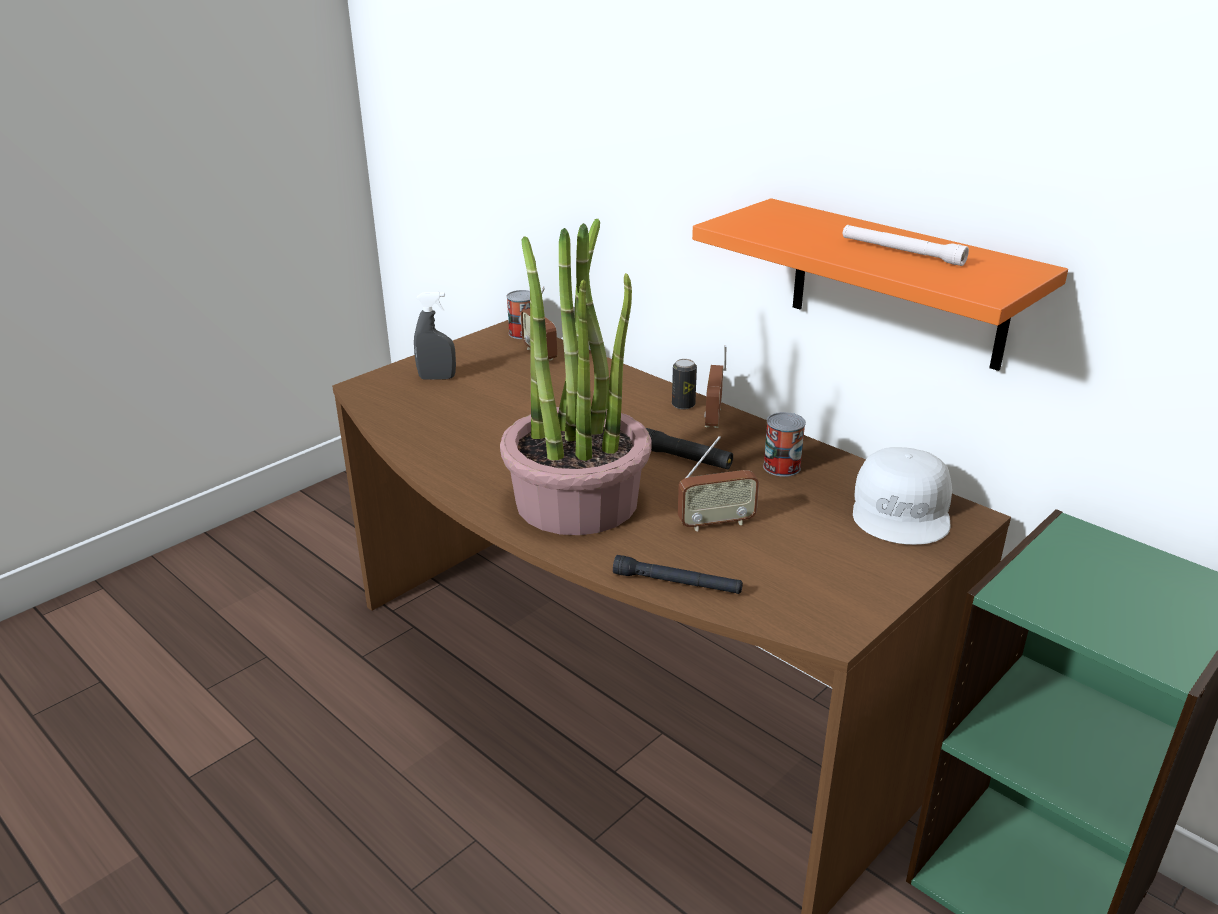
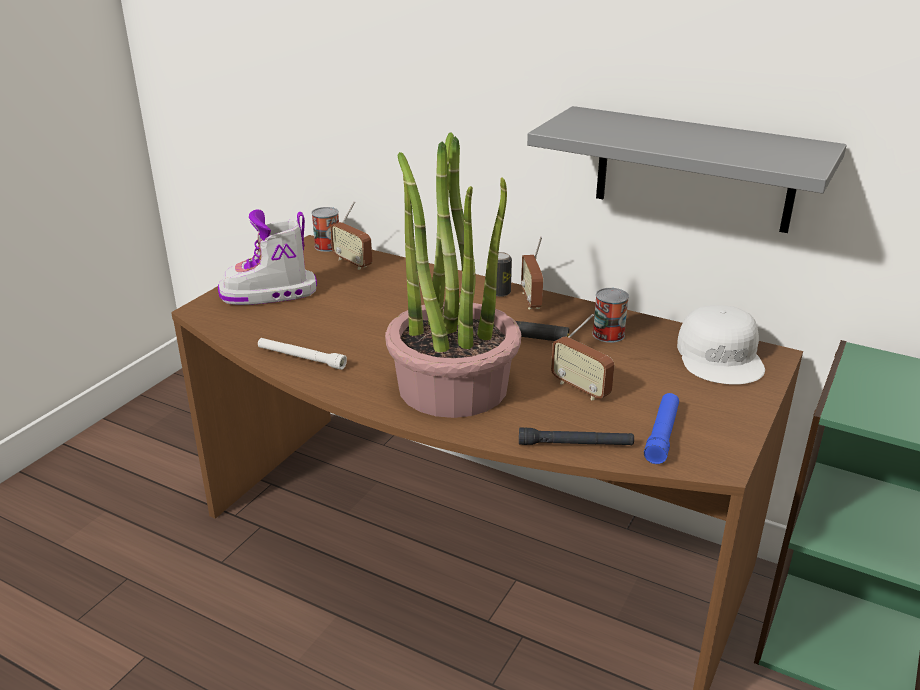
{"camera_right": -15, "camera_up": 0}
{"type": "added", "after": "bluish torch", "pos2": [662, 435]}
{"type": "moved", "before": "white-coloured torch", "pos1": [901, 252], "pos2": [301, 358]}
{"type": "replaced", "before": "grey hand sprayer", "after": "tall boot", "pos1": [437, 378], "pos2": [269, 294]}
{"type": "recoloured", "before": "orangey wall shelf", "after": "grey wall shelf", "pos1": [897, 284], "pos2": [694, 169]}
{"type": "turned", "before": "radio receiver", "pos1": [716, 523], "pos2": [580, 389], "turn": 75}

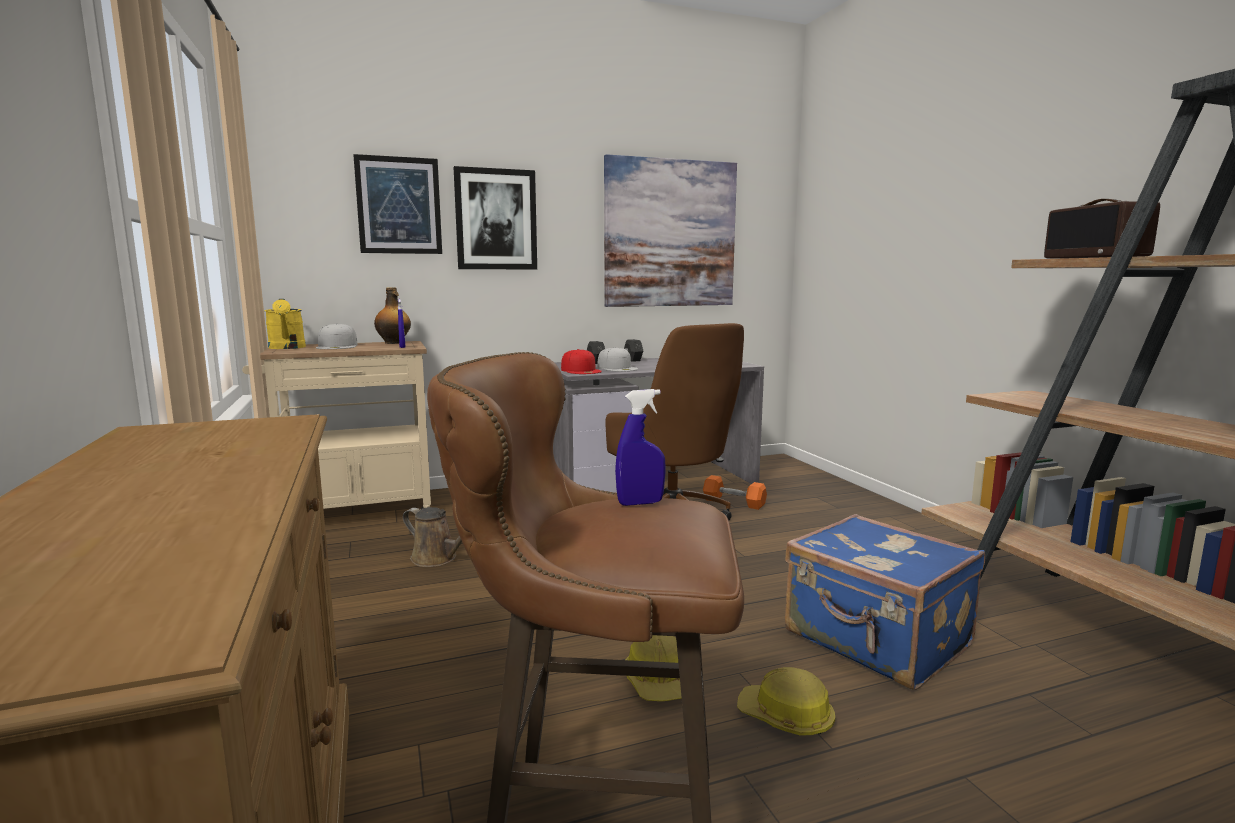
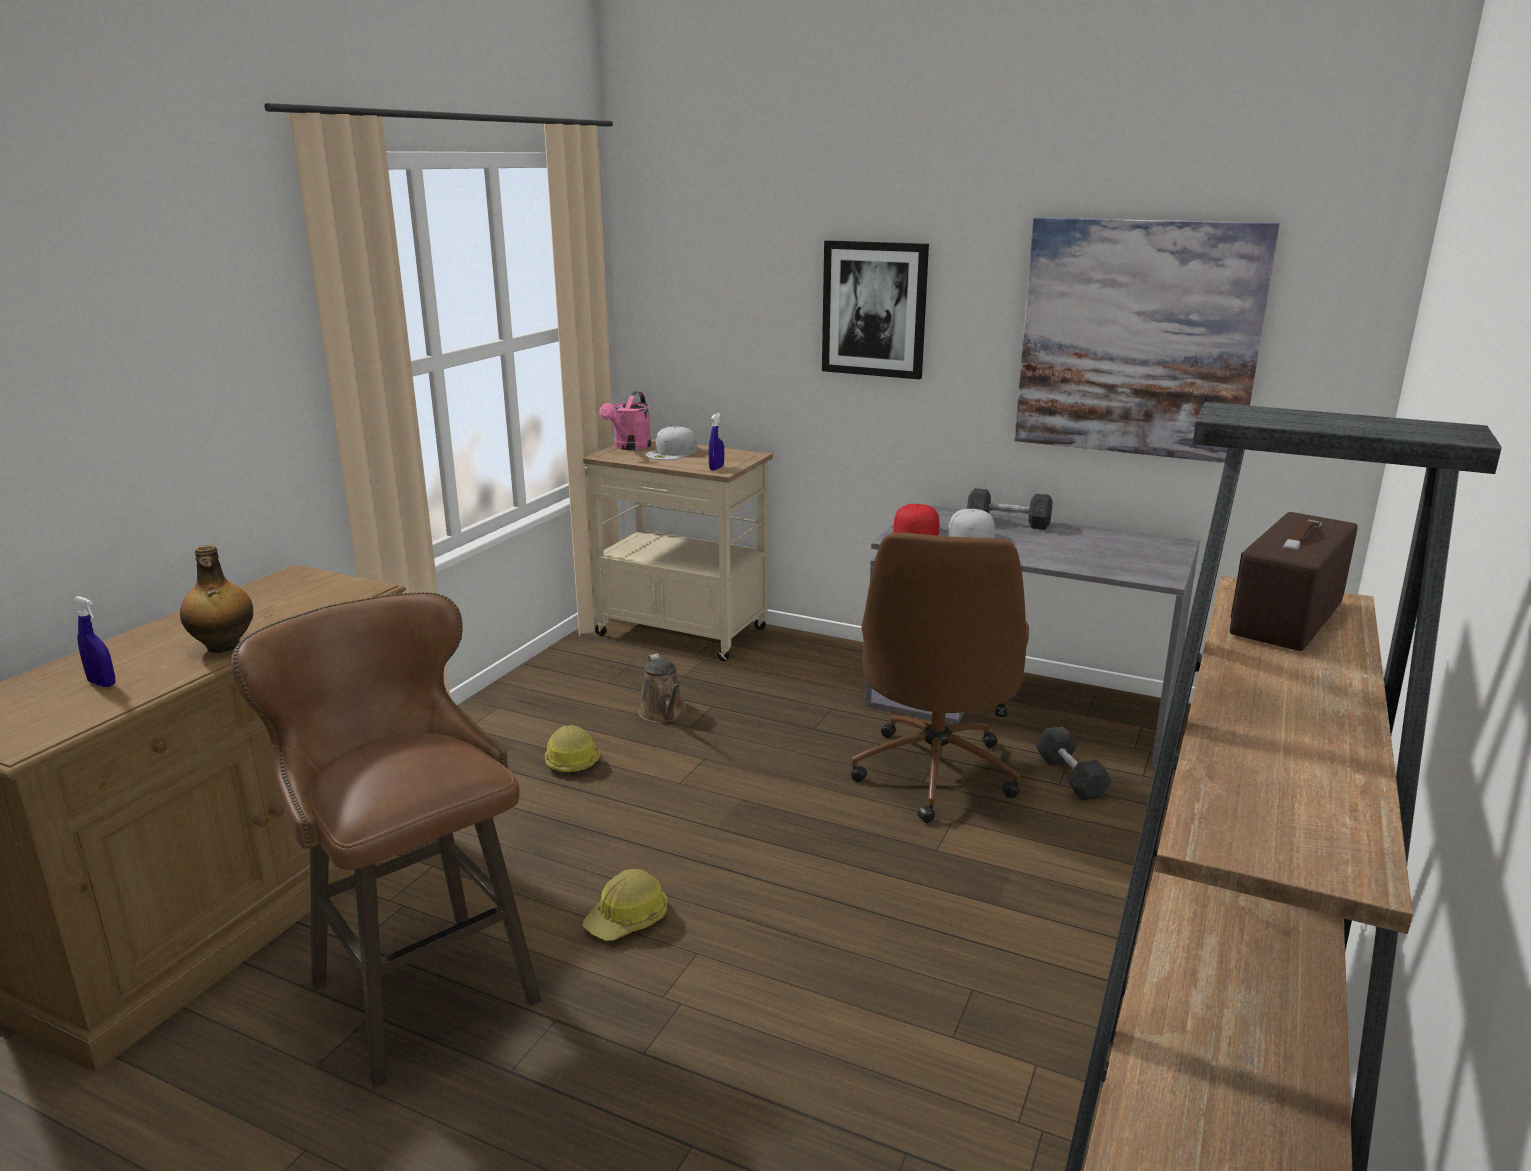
{"camera_right": 45, "camera_up": 10}
{"type": "removed", "before": "wall picture", "pos1": [399, 206]}
{"type": "removed", "before": "bluish travel case", "pos1": [876, 641]}
{"type": "moved", "before": "drink bottle", "pos1": [393, 343], "pos2": [223, 646]}
{"type": "moved", "before": "bluish hand sprayer", "pos1": [640, 503], "pos2": [102, 683]}
{"type": "moved", "before": "work helmet", "pos1": [786, 717], "pos2": [570, 760]}
{"type": "recoloured", "before": "yellow watering pot", "after": "pink watering pot", "pos1": [287, 348], "pos2": [629, 447]}
{"type": "recoloured", "before": "orangey dumbbell", "after": "grey dumbbell", "pos1": [734, 502], "pos2": [1070, 777]}

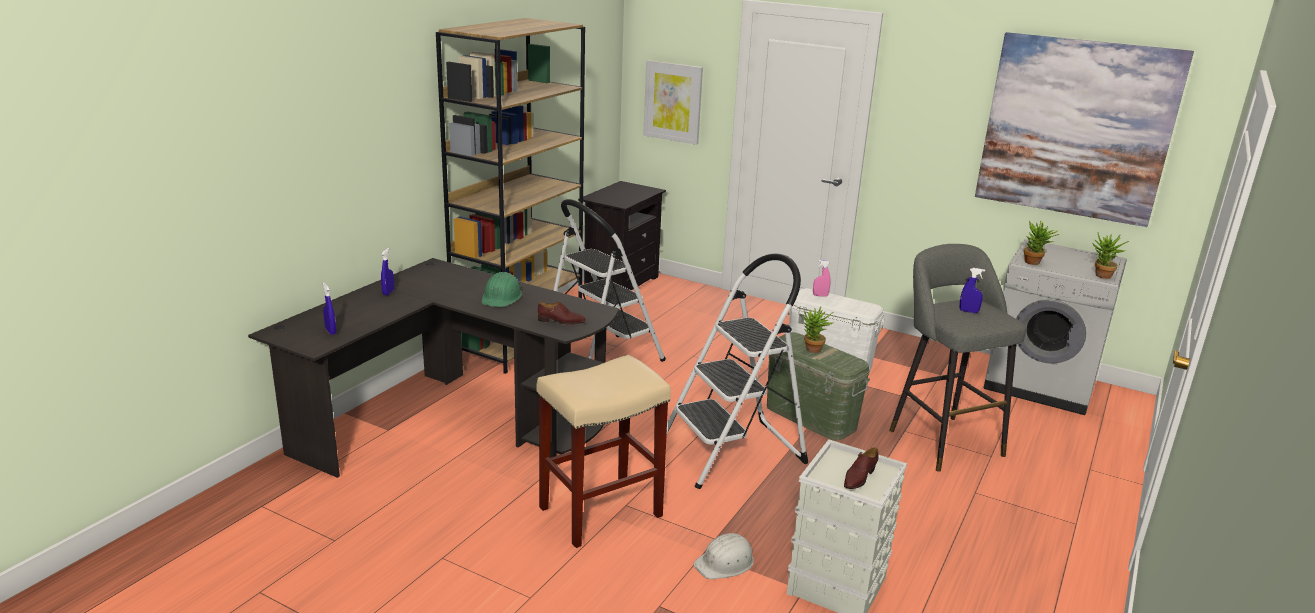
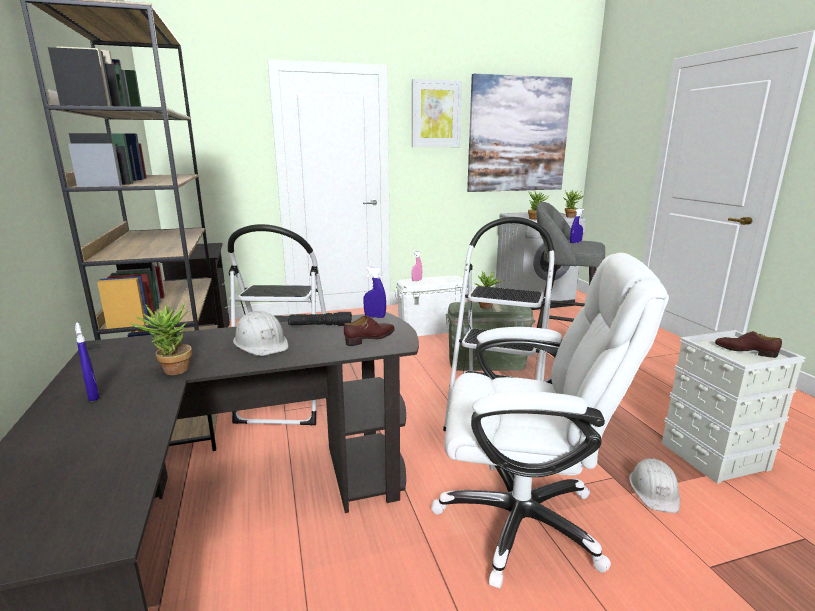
{"camera_right": -45, "camera_up": -5}
{"type": "added", "after": "plant in a pot", "pos2": [171, 372]}
{"type": "added", "after": "black-coloured torch", "pos2": [320, 325]}
{"type": "moved", "before": "bluish hand sprayer", "pos1": [330, 331], "pos2": [375, 317]}
{"type": "moved", "before": "wall picture", "pos1": [673, 102], "pos2": [436, 114]}
{"type": "replaced", "before": "beige stool", "after": "white-coloured desk chair", "pos1": [599, 513], "pos2": [520, 520]}
{"type": "recoloured", "before": "green work helmet", "after": "white-coloured work helmet", "pos1": [502, 297], "pos2": [262, 343]}
{"type": "turned", "before": "brown-coloured item of footwear", "pos1": [859, 477], "pos2": [745, 351], "turn": 135}

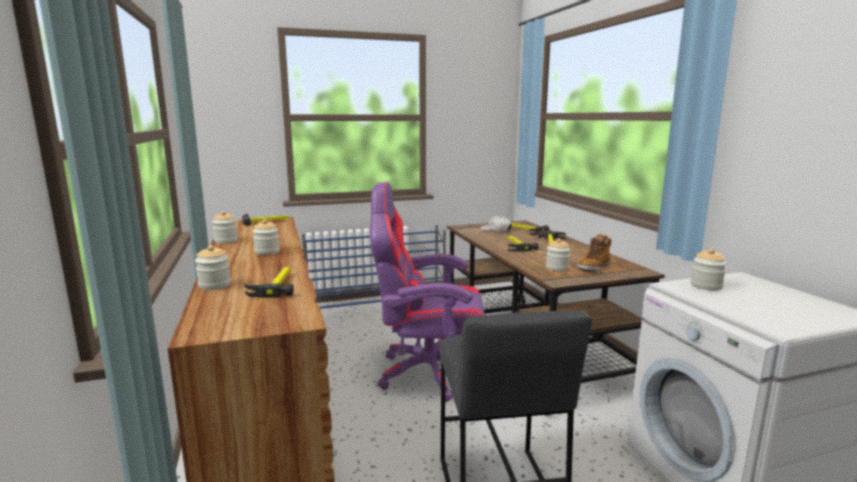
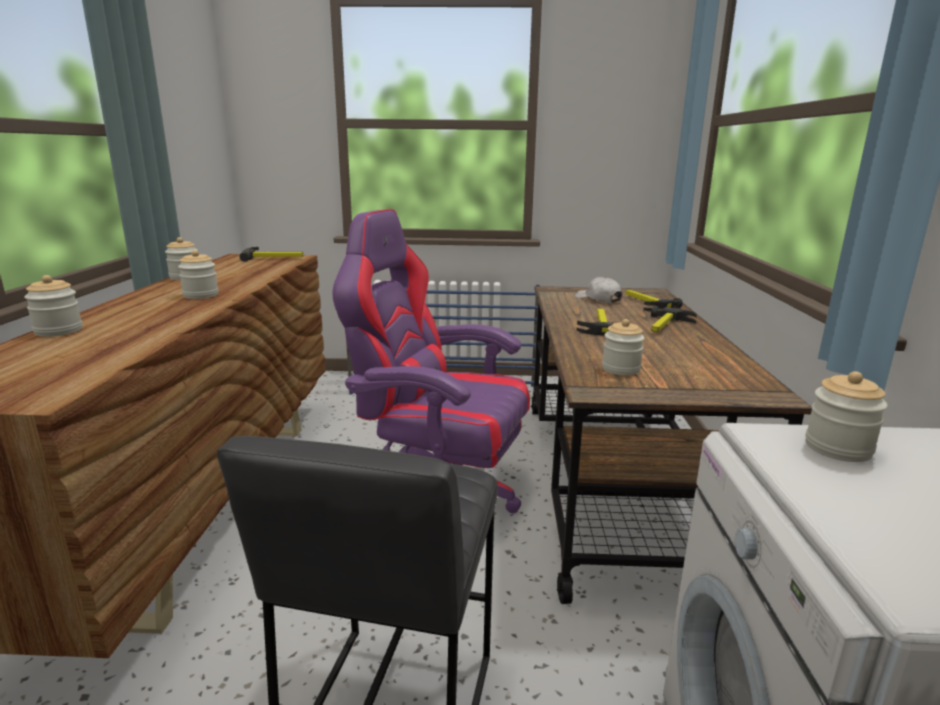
{"camera_right": 20, "camera_up": 5}
{"type": "removed", "before": "hand hammer", "pos1": [275, 285]}
{"type": "removed", "before": "tall boot", "pos1": [594, 268]}

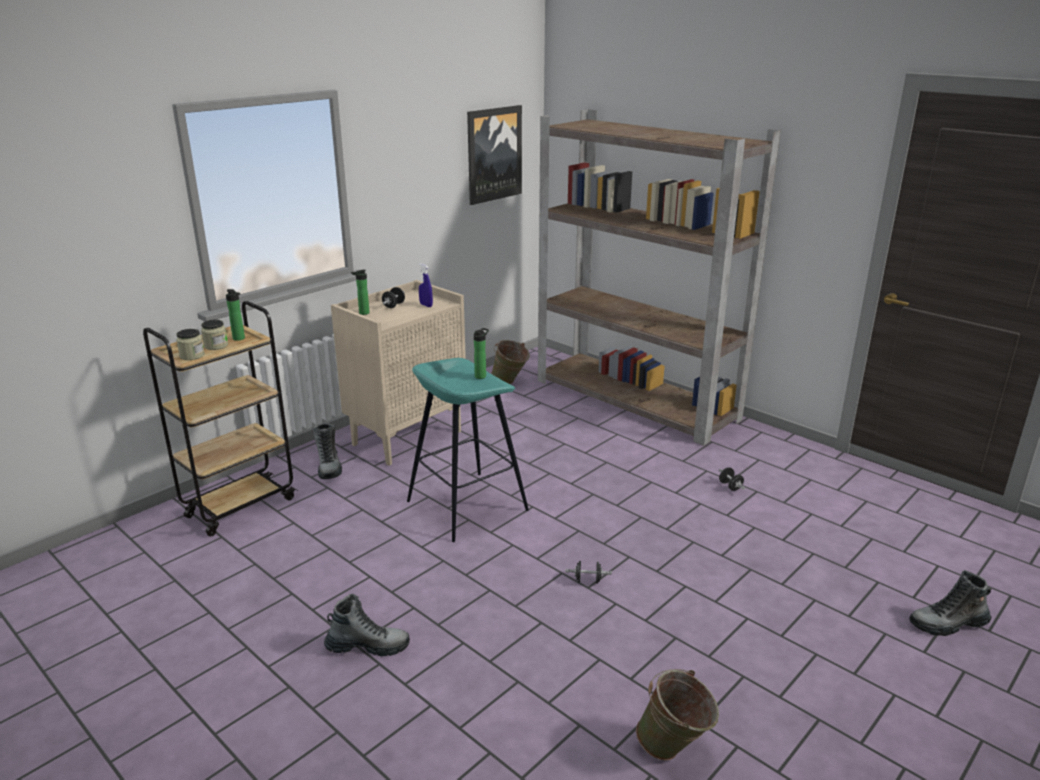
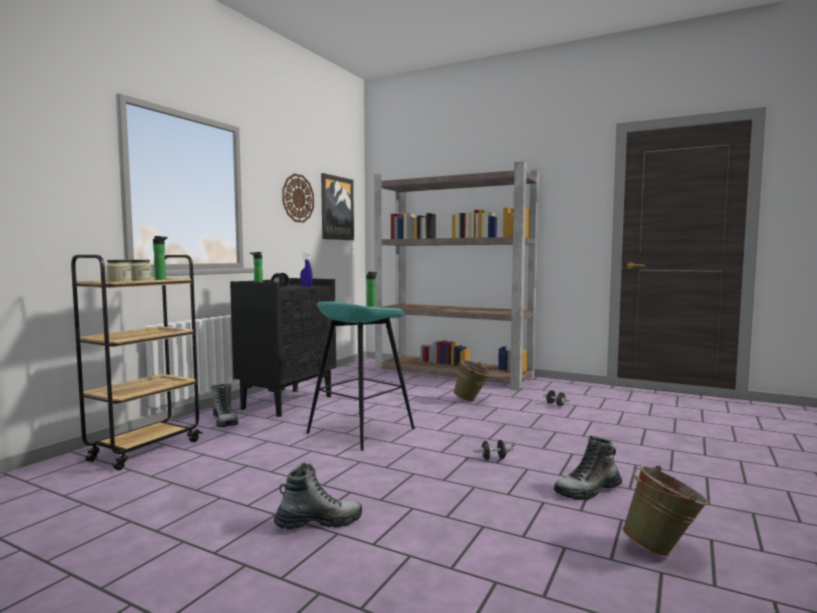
{"camera_right": -15, "camera_up": -20}
{"type": "added", "after": "clock on the wall", "pos2": [298, 198]}
{"type": "moved", "before": "green bucket", "pos1": [510, 383], "pos2": [472, 400]}
{"type": "moved", "before": "tall boot", "pos1": [948, 624], "pos2": [588, 491]}
{"type": "recoloured", "before": "beige cabinet", "after": "black-coloured cabinet", "pos1": [408, 437], "pos2": [288, 402]}

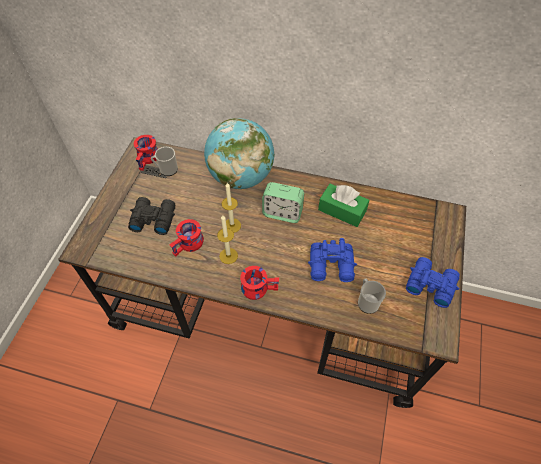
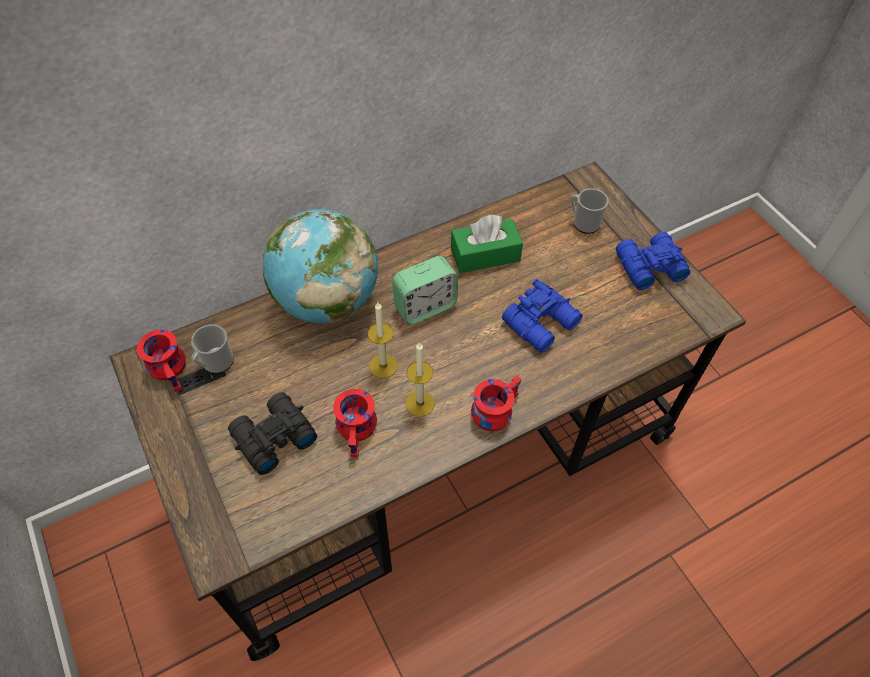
{"camera_right": -45, "camera_up": 0}
{"type": "moved", "before": "coffee mug", "pos1": [367, 301], "pos2": [583, 222]}

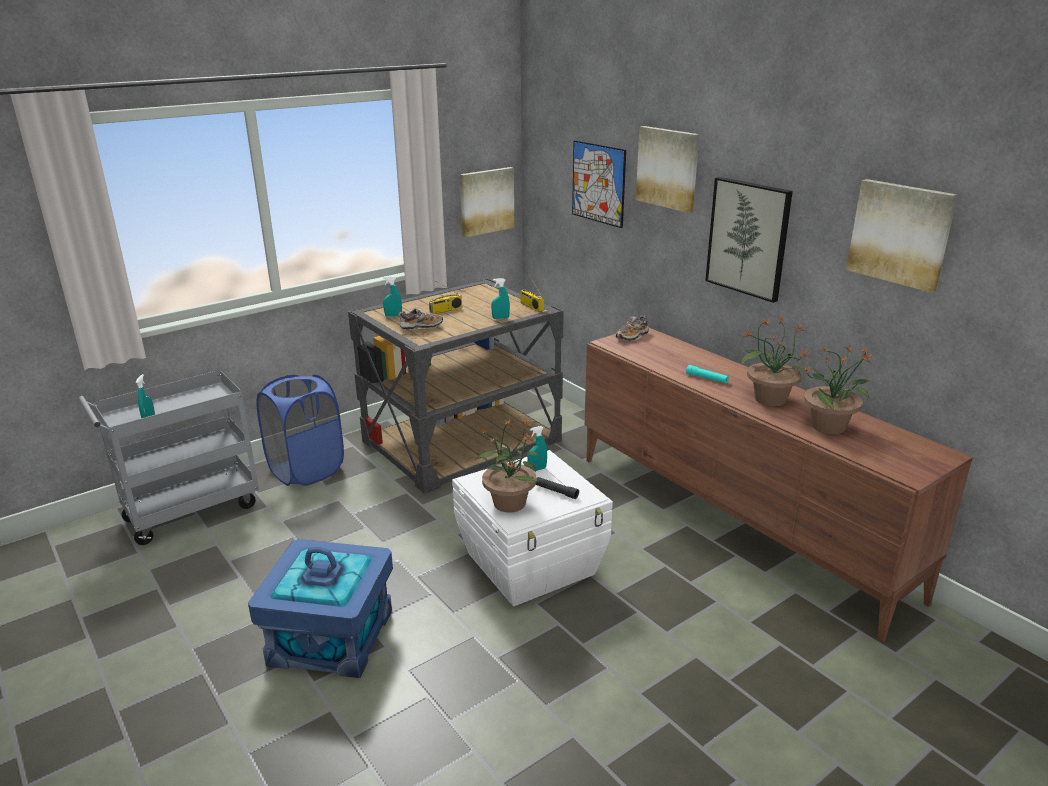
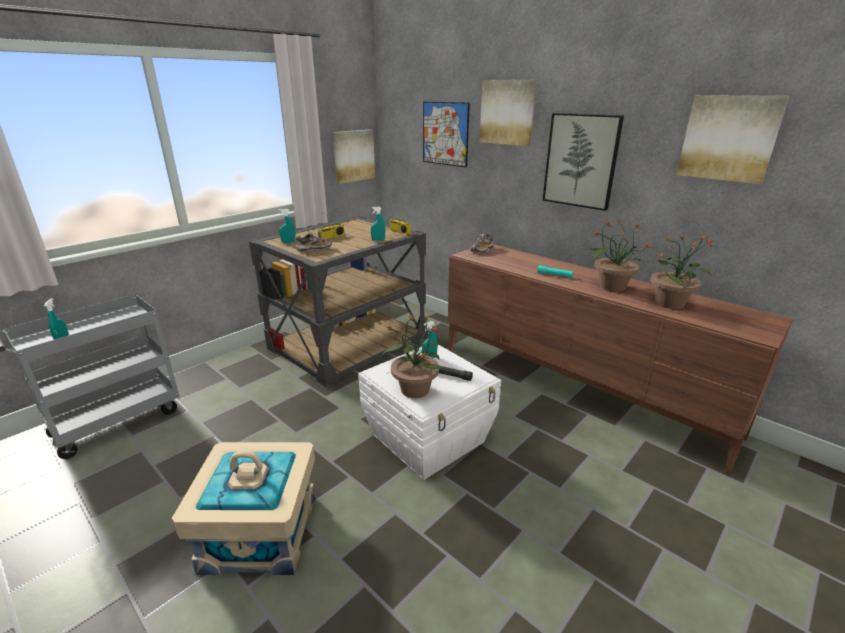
{"camera_right": -10, "camera_up": 0}
{"type": "removed", "before": "bluish laundry basket", "pos1": [306, 470]}
{"type": "recoloured", "before": "bluish storage bin", "after": "beige storage bin", "pos1": [332, 636], "pos2": [261, 532]}

